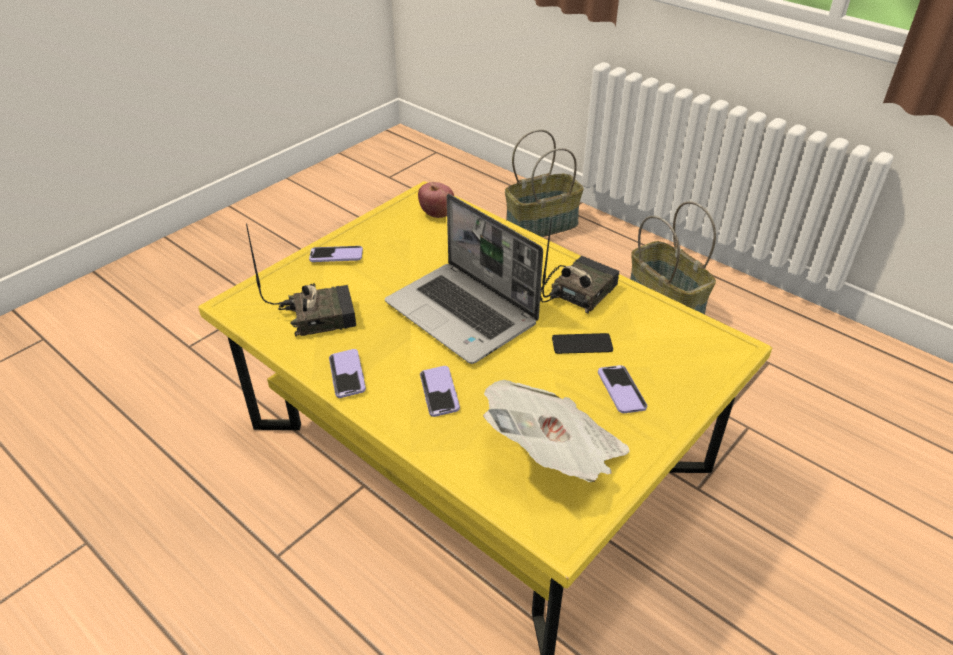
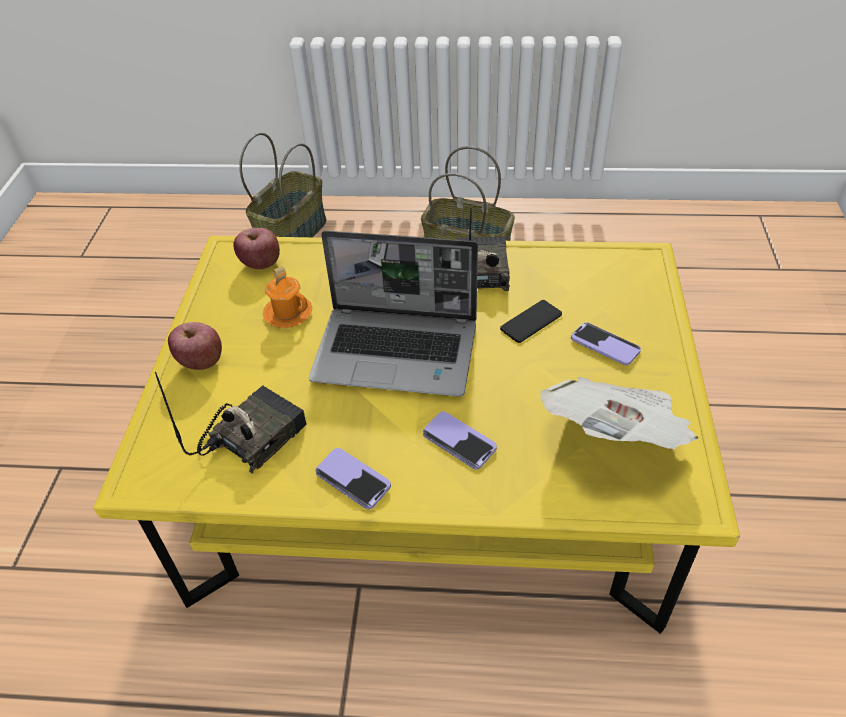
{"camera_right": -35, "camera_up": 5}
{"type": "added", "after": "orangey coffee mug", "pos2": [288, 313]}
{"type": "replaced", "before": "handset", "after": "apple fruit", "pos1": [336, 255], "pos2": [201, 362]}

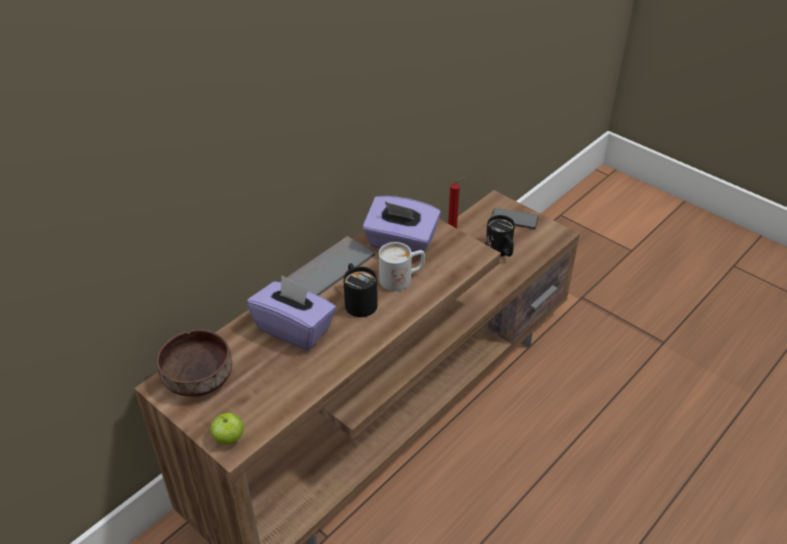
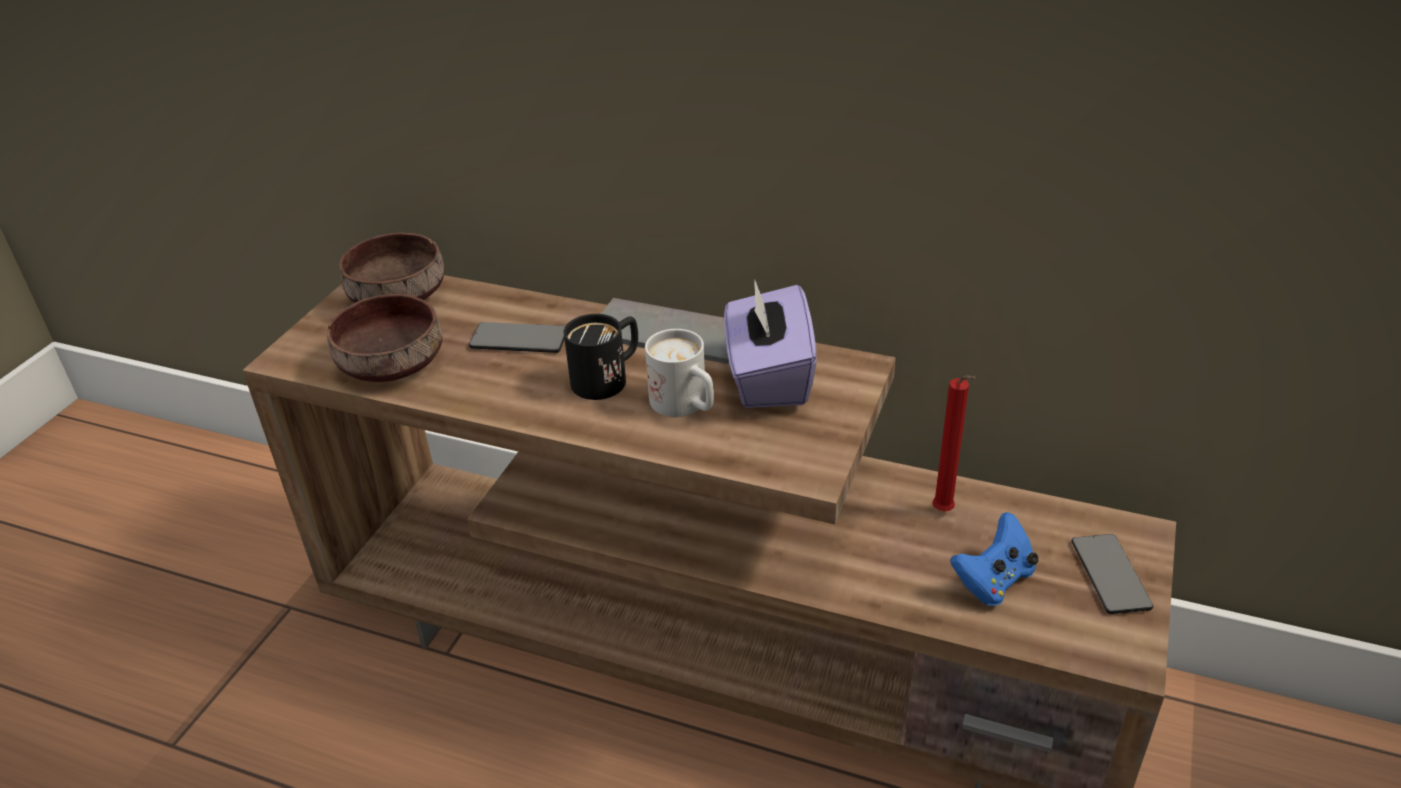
{"camera_right": 70, "camera_up": -5}
{"type": "removed", "before": "apple fruit", "pos1": [229, 438]}
{"type": "added", "after": "brown-coloured deep dish", "pos2": [394, 364]}
{"type": "replaced", "before": "purplish tissue box", "after": "handset", "pos1": [294, 328], "pos2": [519, 339]}
{"type": "replaced", "before": "black-coloured coffee mug", "after": "bluish joypad", "pos1": [501, 251], "pos2": [993, 580]}

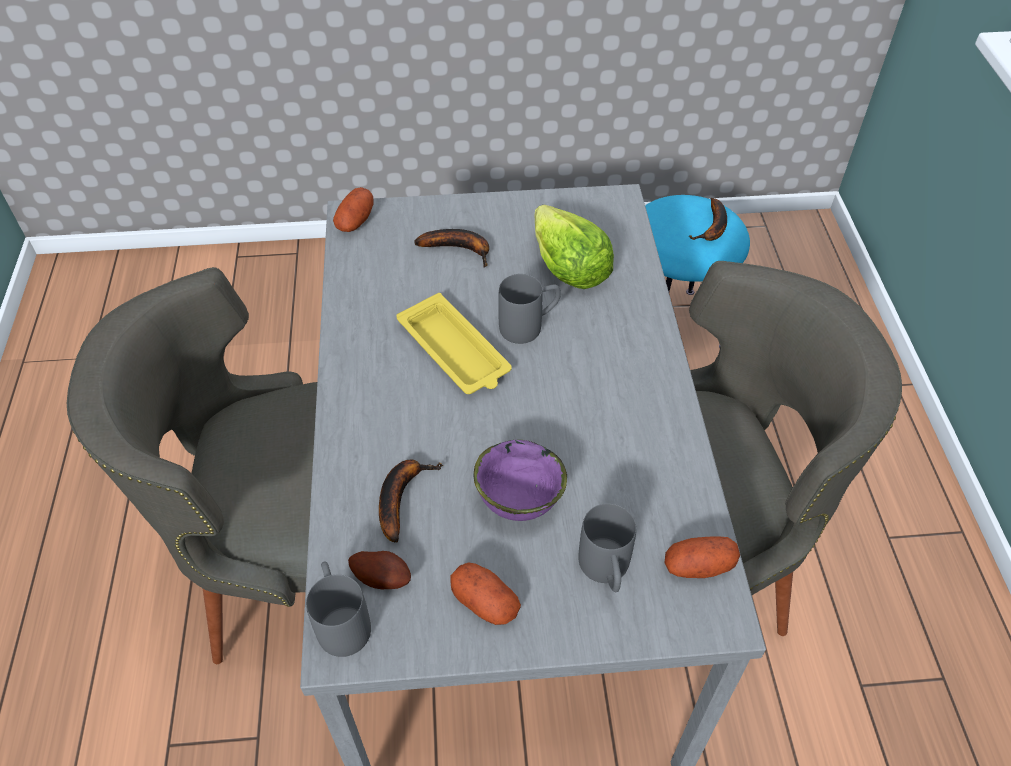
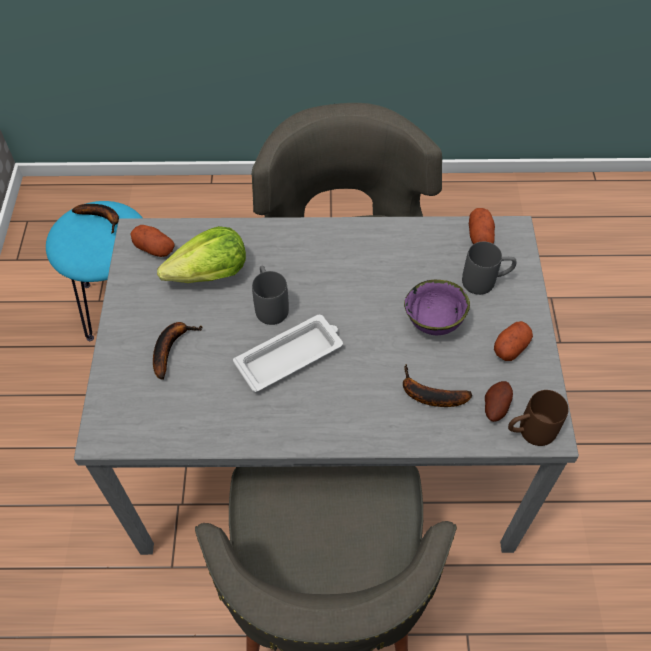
{"camera_right": -85, "camera_up": 5}
{"type": "moved", "before": "spud", "pos1": [355, 221], "pos2": [154, 248]}
{"type": "recoloured", "before": "grey coffee mug", "after": "brown-coloured coffee mug", "pos1": [341, 620], "pos2": [529, 432]}
{"type": "recoloured", "before": "yellow carrying tray", "after": "white-coloured carrying tray", "pos1": [455, 351], "pos2": [291, 356]}

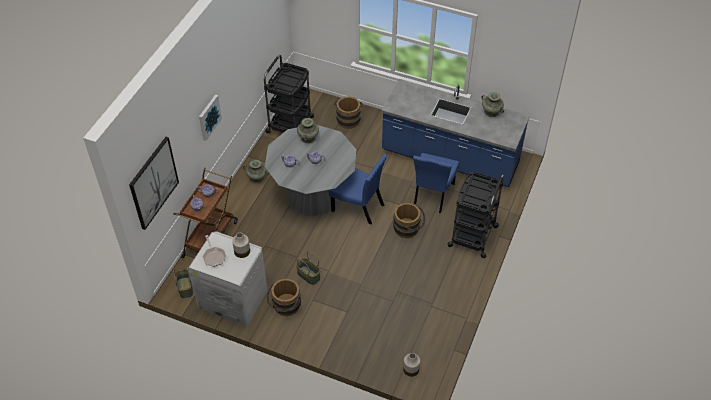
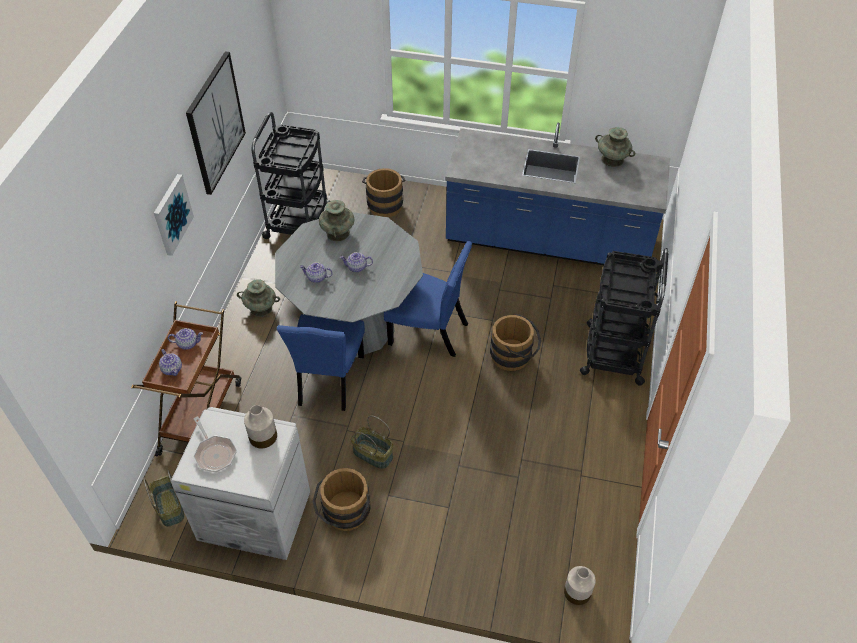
{"camera_right": -10, "camera_up": 0}
{"type": "moved", "before": "wall picture", "pos1": [153, 183], "pos2": [215, 123]}
{"type": "moved", "before": "bluish plain chair", "pos1": [432, 193], "pos2": [329, 378]}

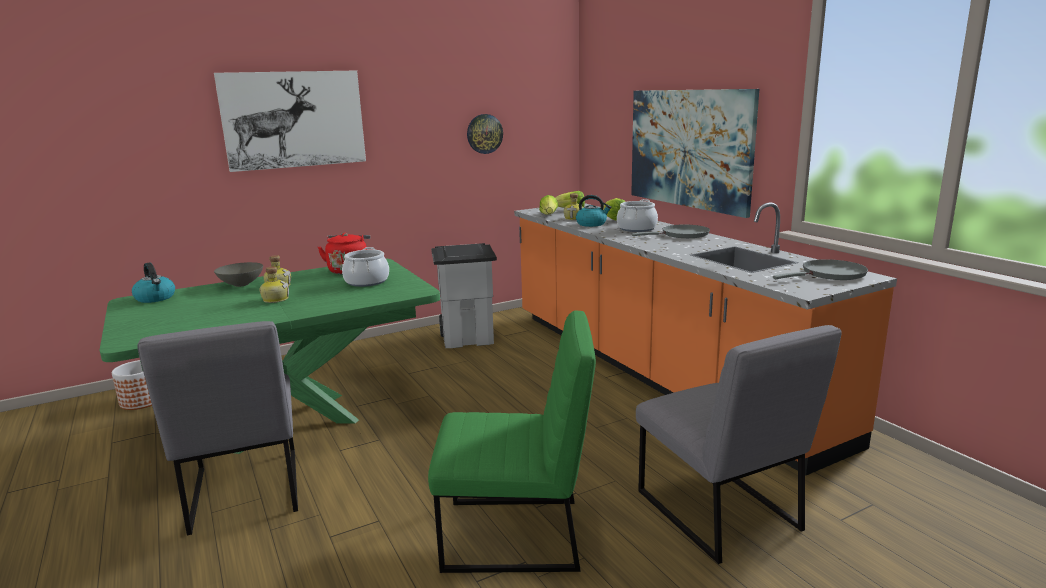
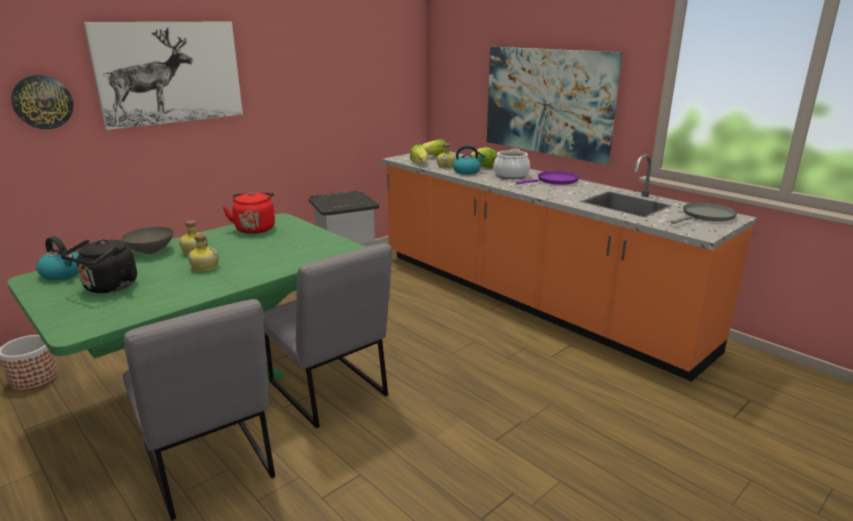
{"camera_right": -15, "camera_up": 5}
{"type": "removed", "before": "saucepot", "pos1": [366, 281]}
{"type": "removed", "before": "green plain chair", "pos1": [517, 535]}
{"type": "added", "after": "black-coloured water kettle", "pos2": [108, 287]}
{"type": "moved", "before": "clock on the wall", "pos1": [484, 134], "pos2": [42, 102]}
{"type": "moved", "before": "grey plain chair", "pos1": [719, 513], "pos2": [329, 390]}
{"type": "recoloured", "before": "grey pan", "after": "purplish pan", "pos1": [682, 235], "pos2": [555, 181]}

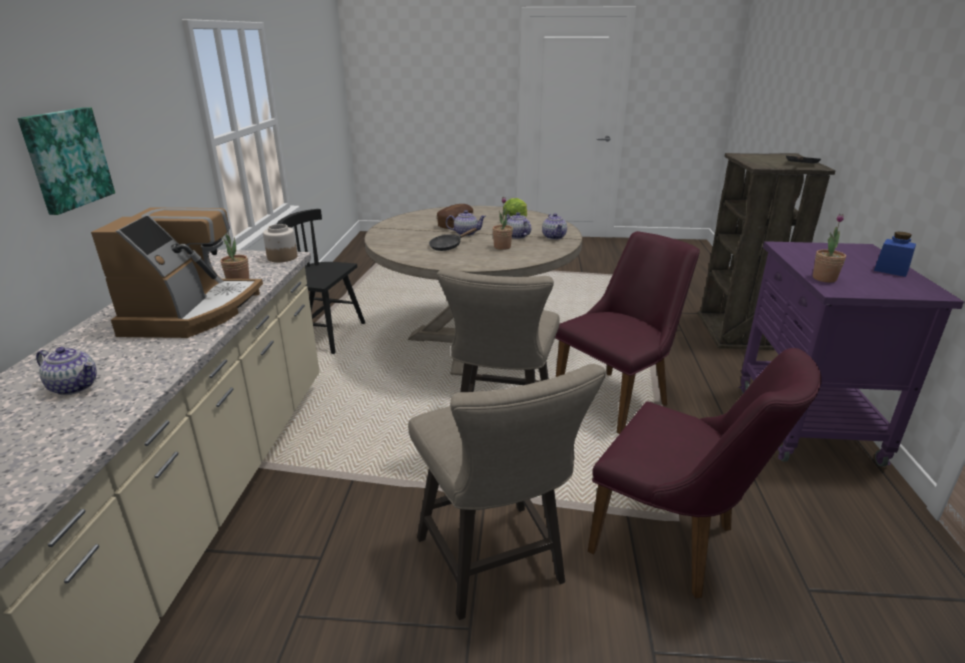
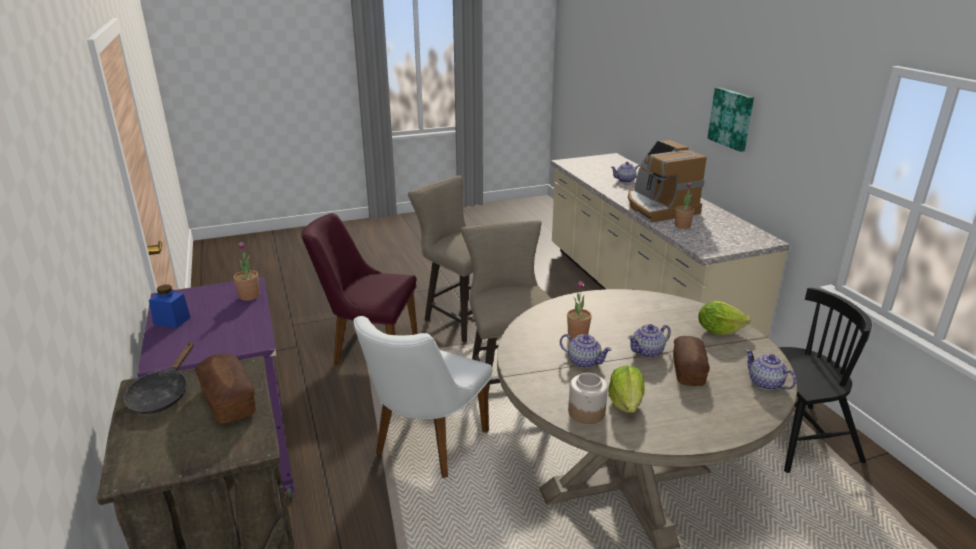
{"camera_right": 155, "camera_up": 0}
{"type": "removed", "before": "black-coloured pan", "pos1": [448, 246]}
{"type": "added", "after": "baked bread", "pos2": [228, 400]}
{"type": "added", "after": "head of lettuce", "pos2": [718, 330]}
{"type": "moved", "before": "preserve jar", "pos1": [282, 257], "pos2": [587, 412]}
{"type": "moved", "before": "pot for tea", "pos1": [554, 237], "pos2": [765, 383]}
{"type": "recoloured", "before": "purplish plain chair", "after": "white-coloured plain chair", "pos1": [619, 397], "pos2": [425, 447]}

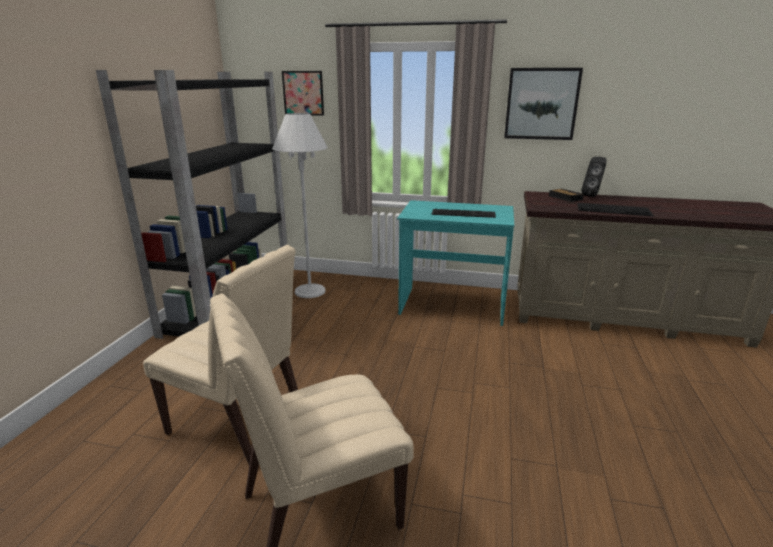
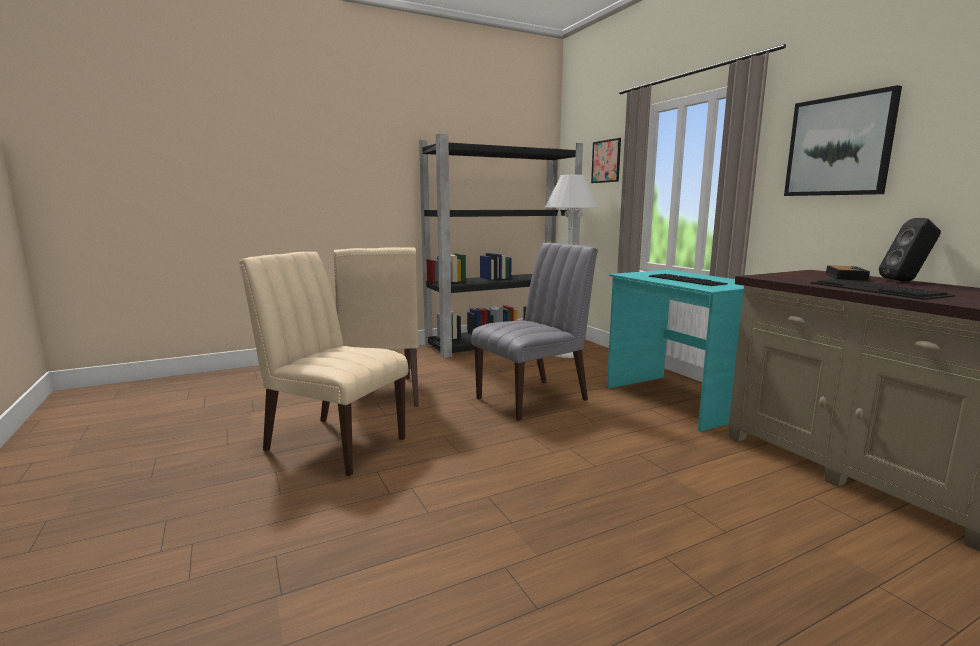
{"camera_right": 50, "camera_up": -10}
{"type": "added", "after": "grey plain chair", "pos2": [532, 400]}

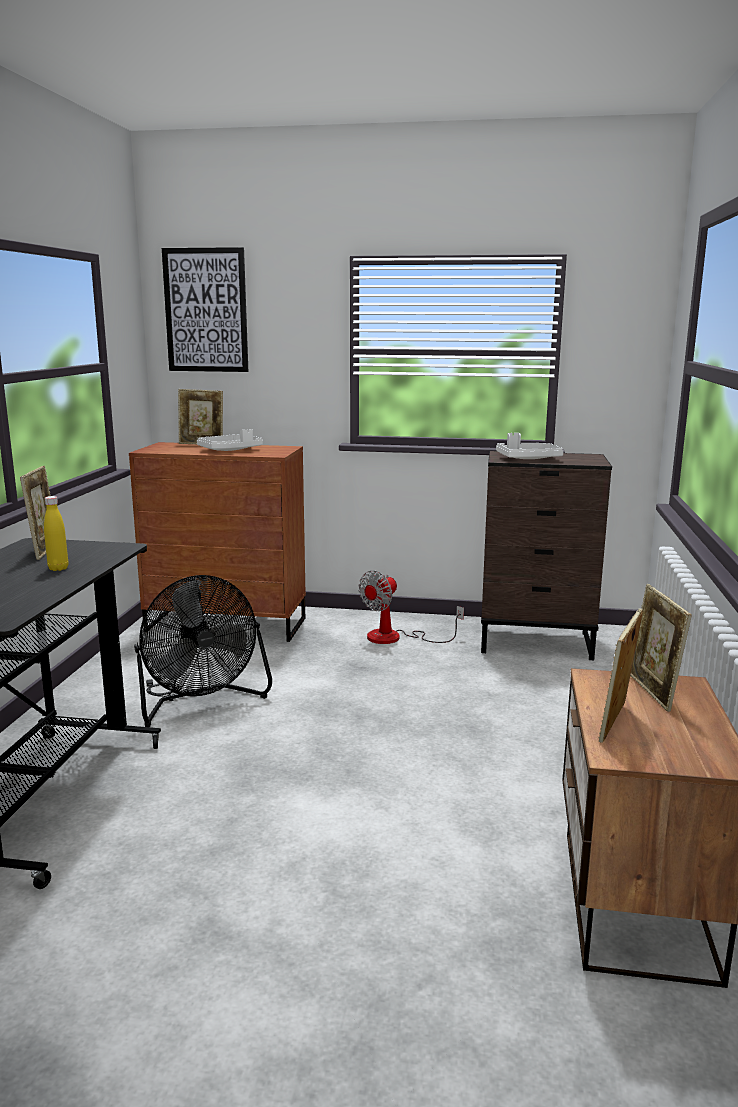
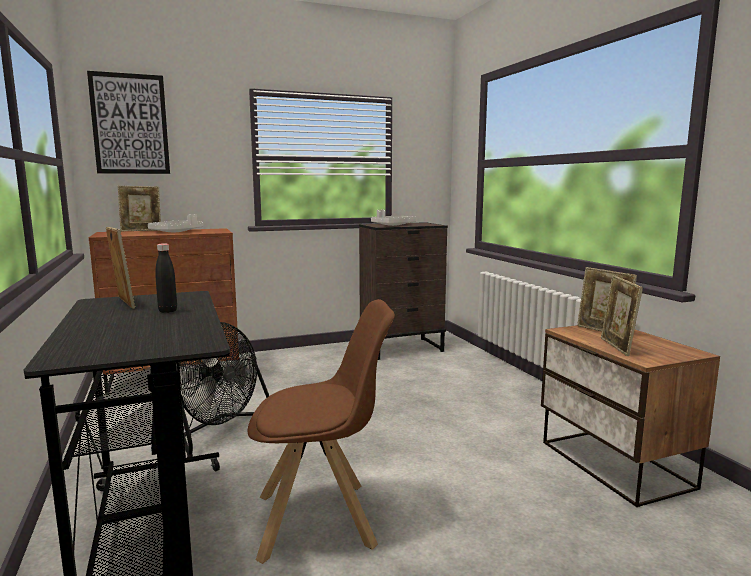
{"camera_right": -30, "camera_up": -5}
{"type": "removed", "before": "cooling fan", "pos1": [396, 638]}
{"type": "added", "after": "brown-coloured plain chair", "pos2": [322, 519]}
{"type": "recoloured", "before": "yellow drink bottle", "after": "black-coloured drink bottle", "pos1": [58, 568], "pos2": [168, 311]}

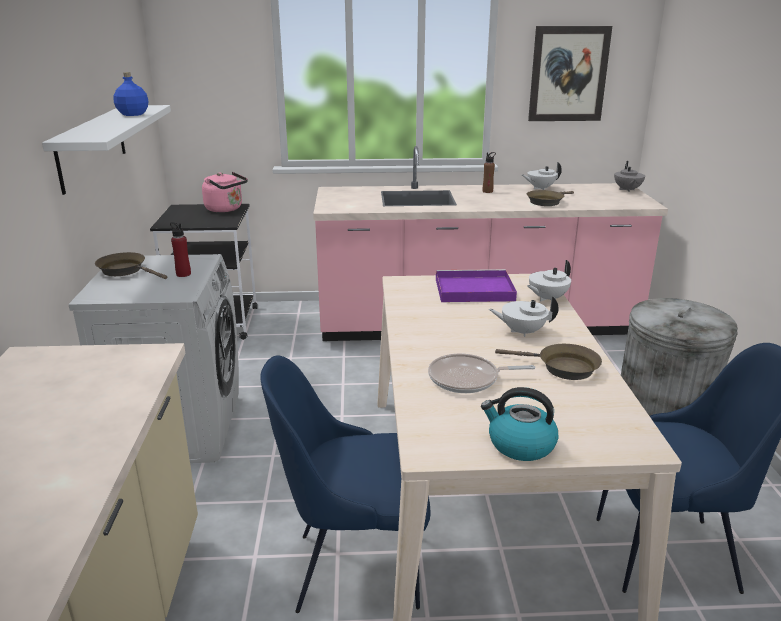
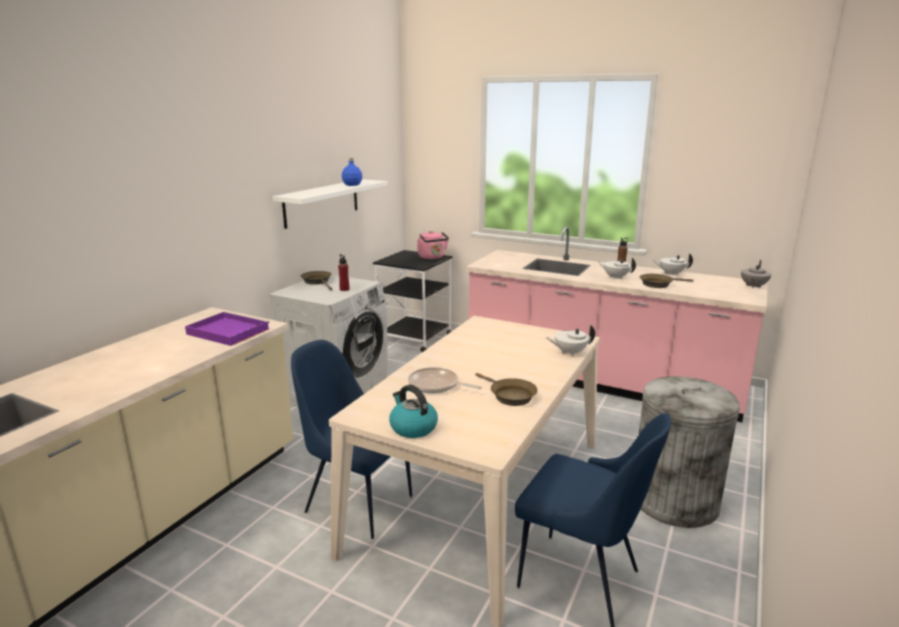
{"camera_right": 30, "camera_up": -5}
{"type": "removed", "before": "wall picture", "pos1": [568, 74]}
{"type": "moved", "before": "purplish carrying tray", "pos1": [472, 290], "pos2": [226, 331]}
{"type": "moved", "before": "white-coloured pot for tea", "pos1": [522, 332], "pos2": [615, 277]}

